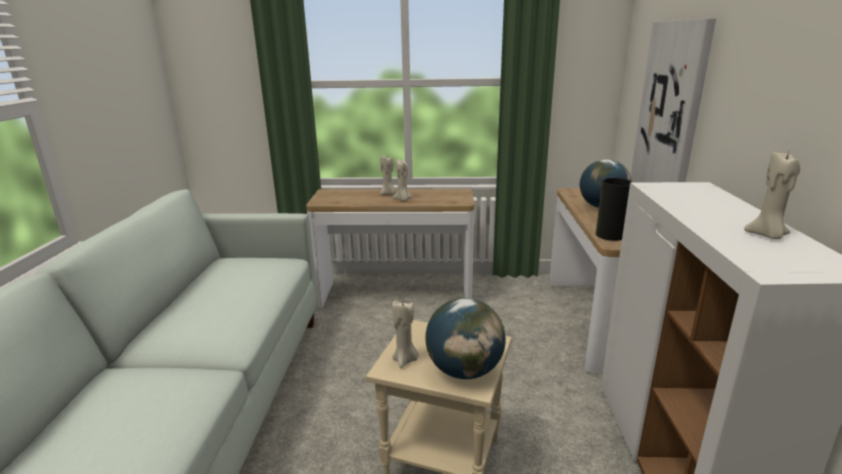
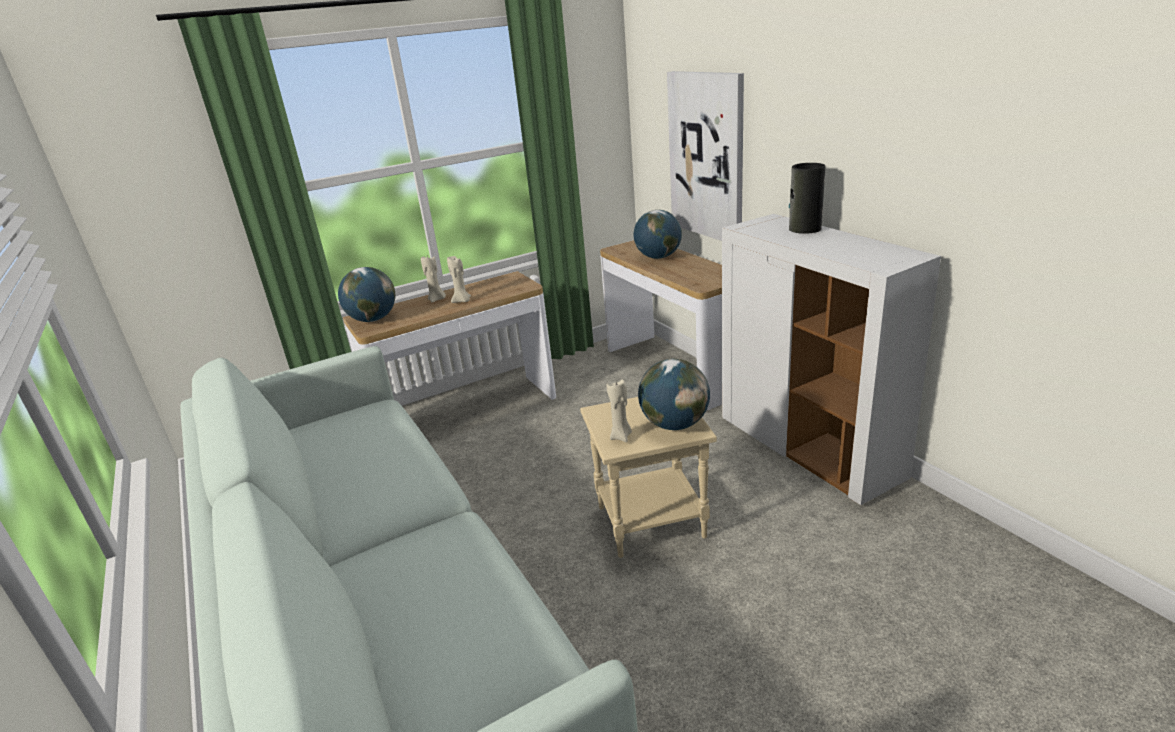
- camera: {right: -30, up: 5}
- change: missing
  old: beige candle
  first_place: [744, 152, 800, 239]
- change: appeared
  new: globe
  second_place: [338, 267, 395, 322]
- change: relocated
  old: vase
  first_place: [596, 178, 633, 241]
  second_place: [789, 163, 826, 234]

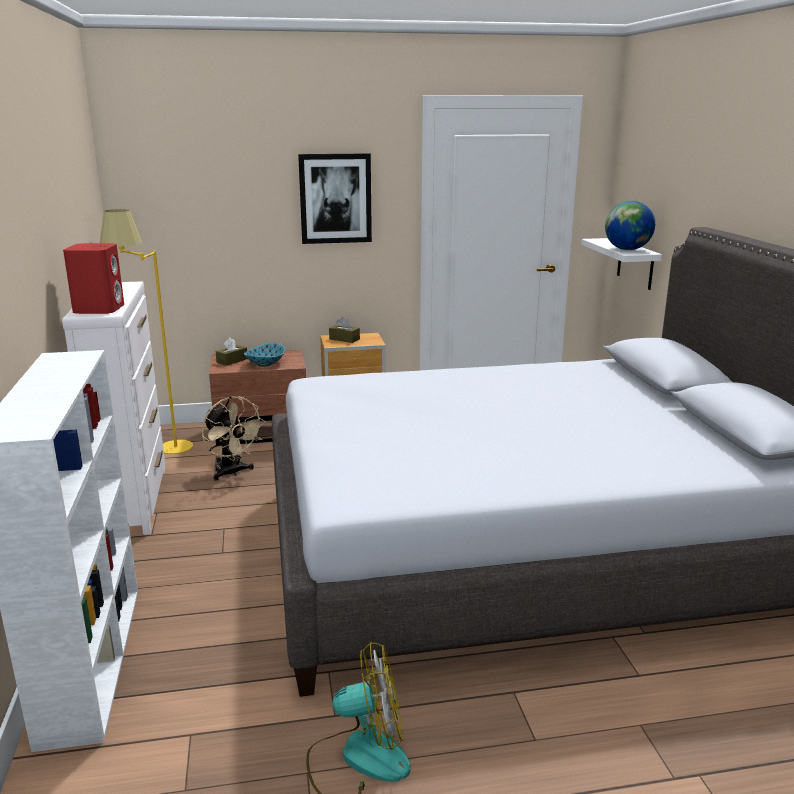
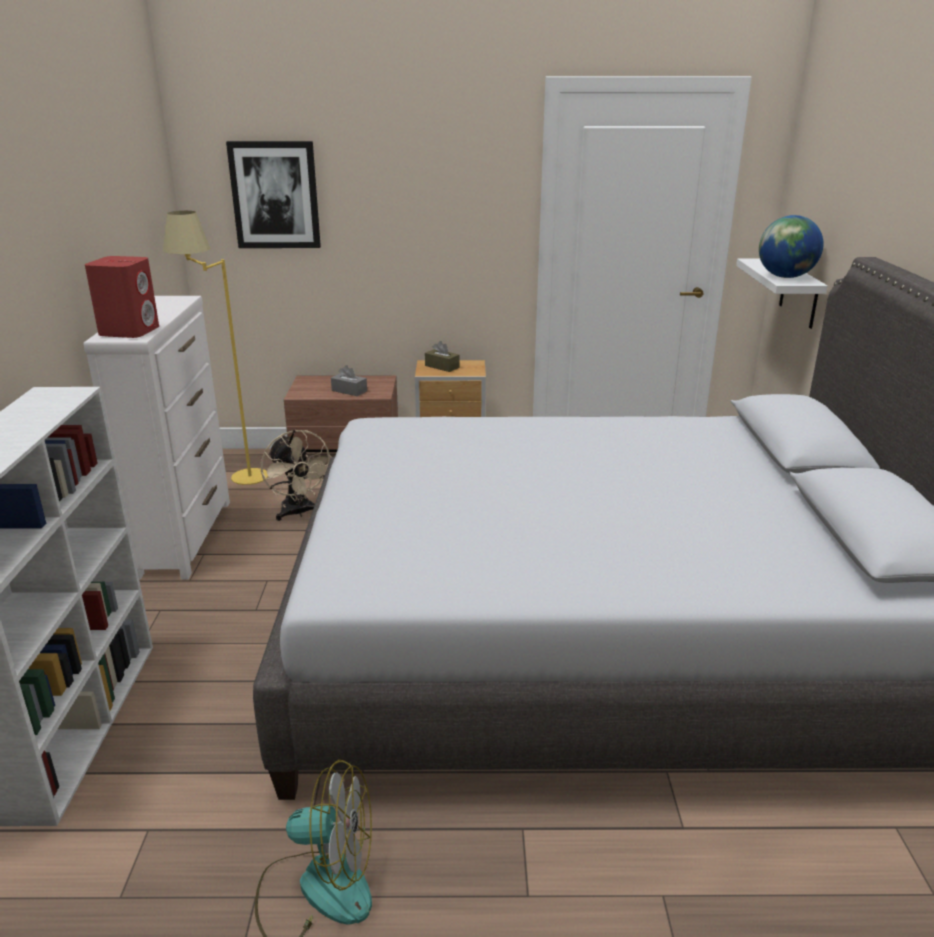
- camera: {right: 10, up: 5}
- change: missing
  old: brown tissue box
  first_place: [216, 338, 247, 366]
- change: relocated
  old: picture
  first_place: [298, 153, 372, 244]
  second_place: [226, 141, 321, 248]
- change: exchanged
  old: bowl
  new: grey tissue box
  first_place: [244, 343, 285, 367]
  second_place: [331, 365, 367, 396]

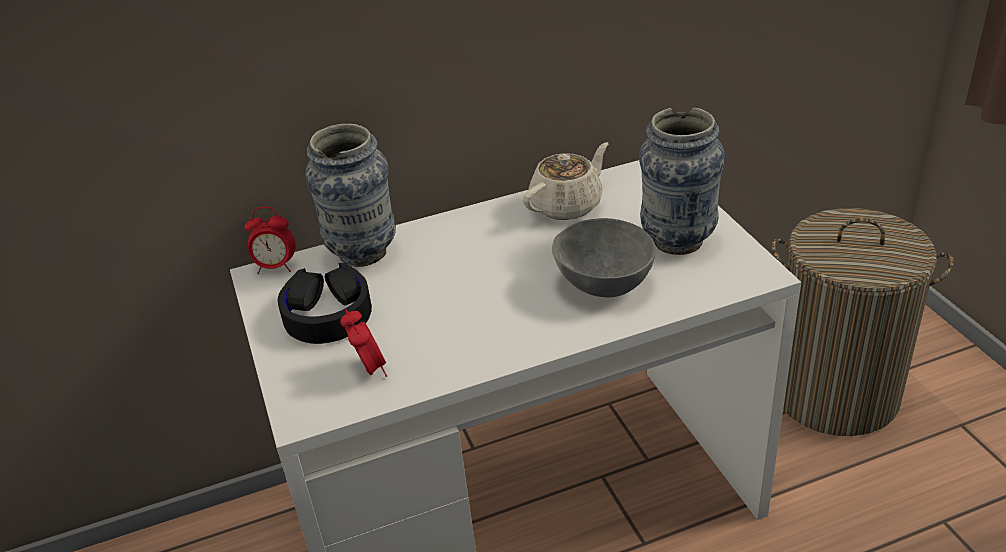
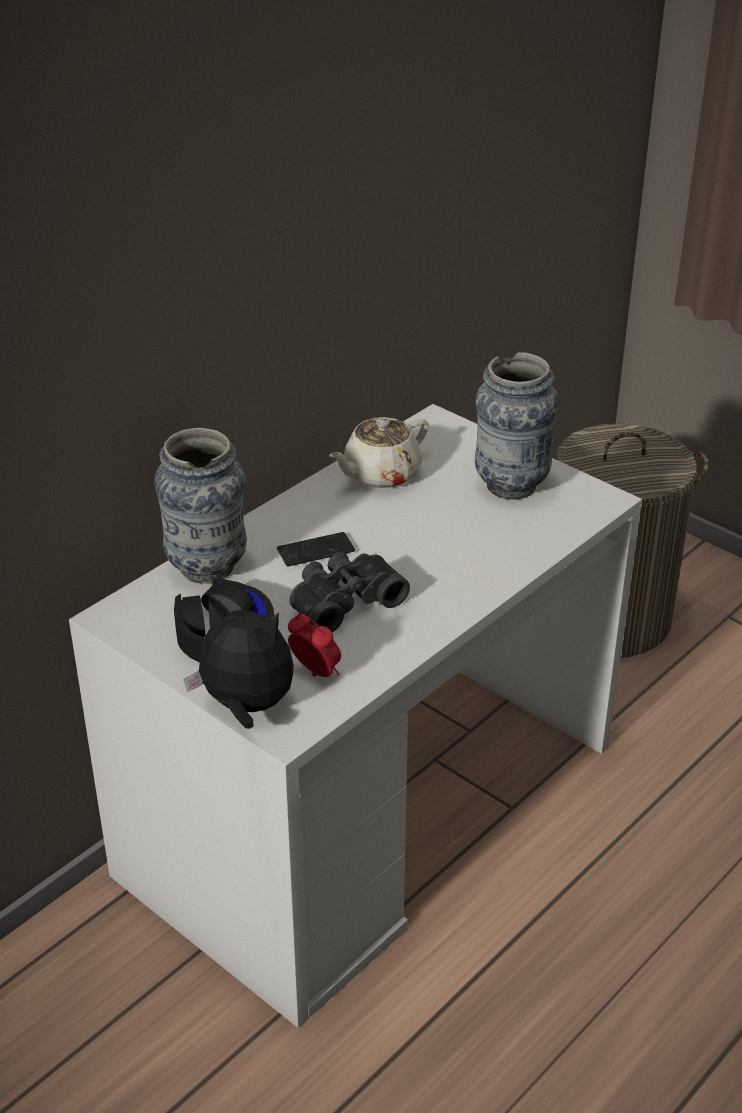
- camera: {right: -30, up: 0}
- change: missing
  old: alarm clock
  first_place: [245, 207, 296, 274]
- change: missing
  old: grey bowl
  first_place: [552, 218, 656, 297]
- change: appeared
  new: plush toy
  second_place: [184, 602, 294, 729]
- change: appeared
  new: phone
  second_place: [277, 532, 355, 567]
- change: appeared
  new: black binoculars
  second_place: [289, 552, 410, 632]
- change: spun
  old: beige teapot
  first_place: [523, 142, 608, 220]
  second_place: [329, 417, 429, 488]
  degrees: -150

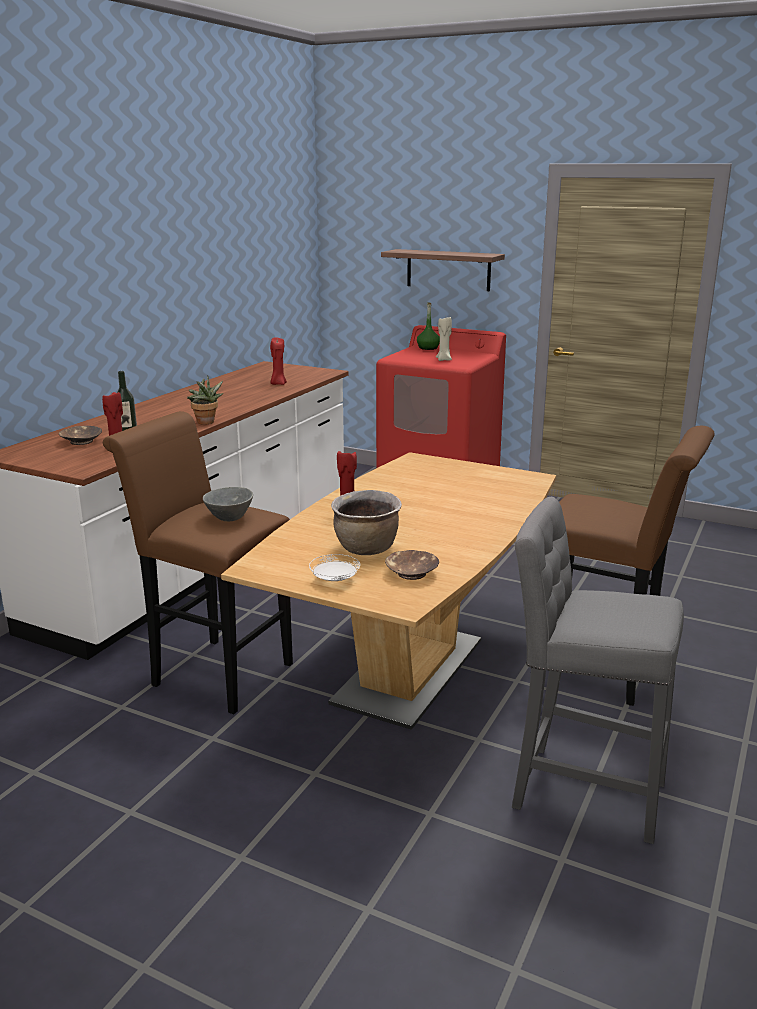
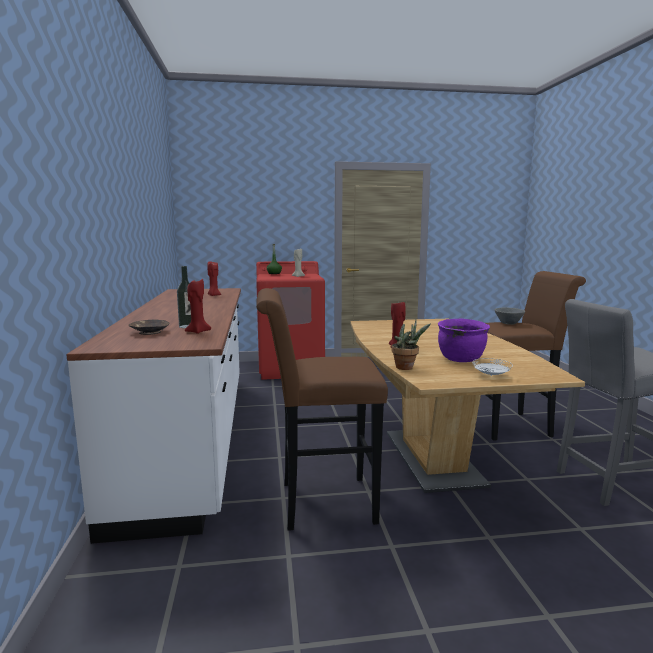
- camera: {right: -35, up: -10}
- change: missing
  old: shelf
  first_place: [381, 249, 505, 291]
- change: missing
  old: brown bowl
  first_place: [385, 550, 439, 580]
- change: relocated
  old: potted plant
  first_place: [187, 375, 223, 425]
  second_place: [391, 319, 431, 370]
- change: relocated
  old: grey bowl
  first_place: [203, 487, 253, 522]
  second_place: [495, 307, 525, 325]
- change: colour
  old: brown cooking pot
  new: purple cooking pot
  first_place: [331, 490, 402, 555]
  second_place: [438, 318, 490, 362]

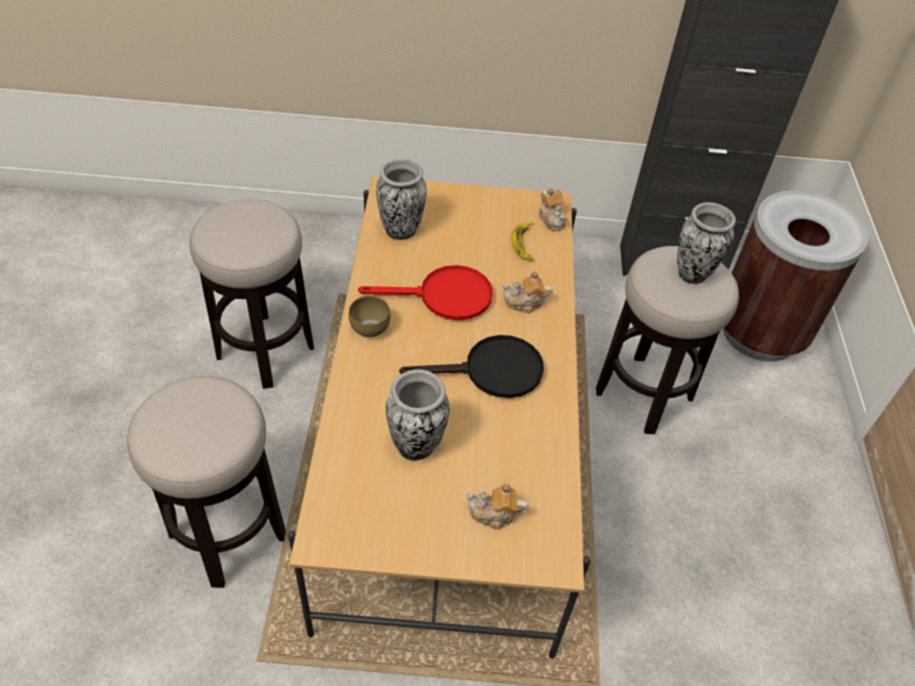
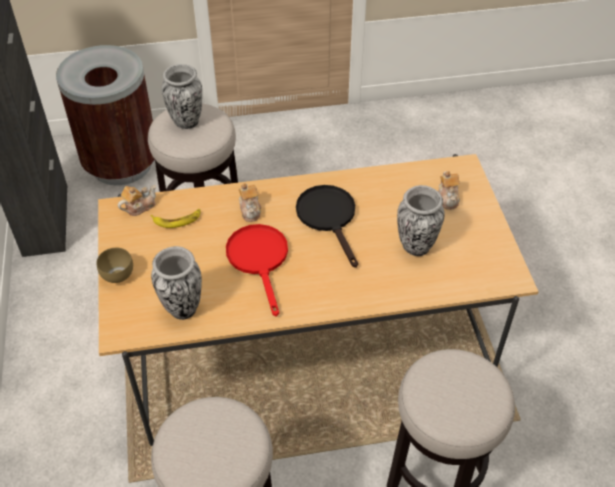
- camera: {right: -100, up: 0}
- change: relocated
  old: brown bowl
  first_place: [349, 296, 390, 337]
  second_place: [96, 248, 133, 283]

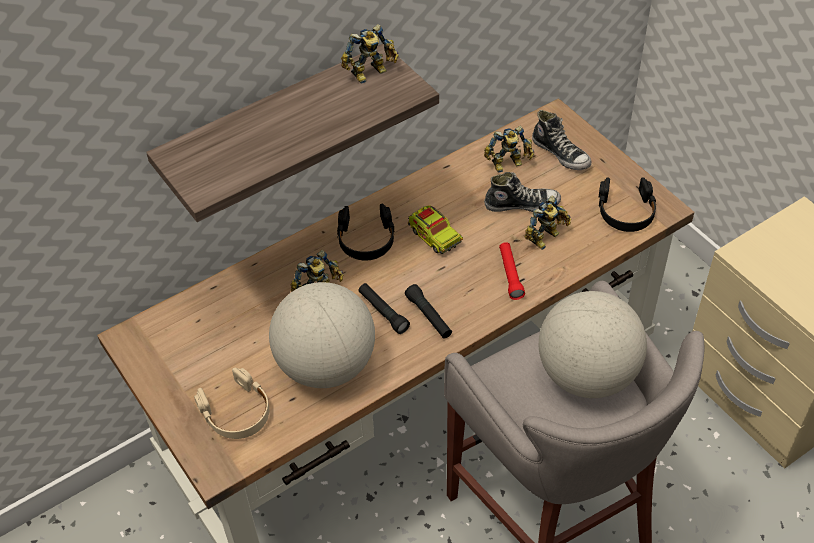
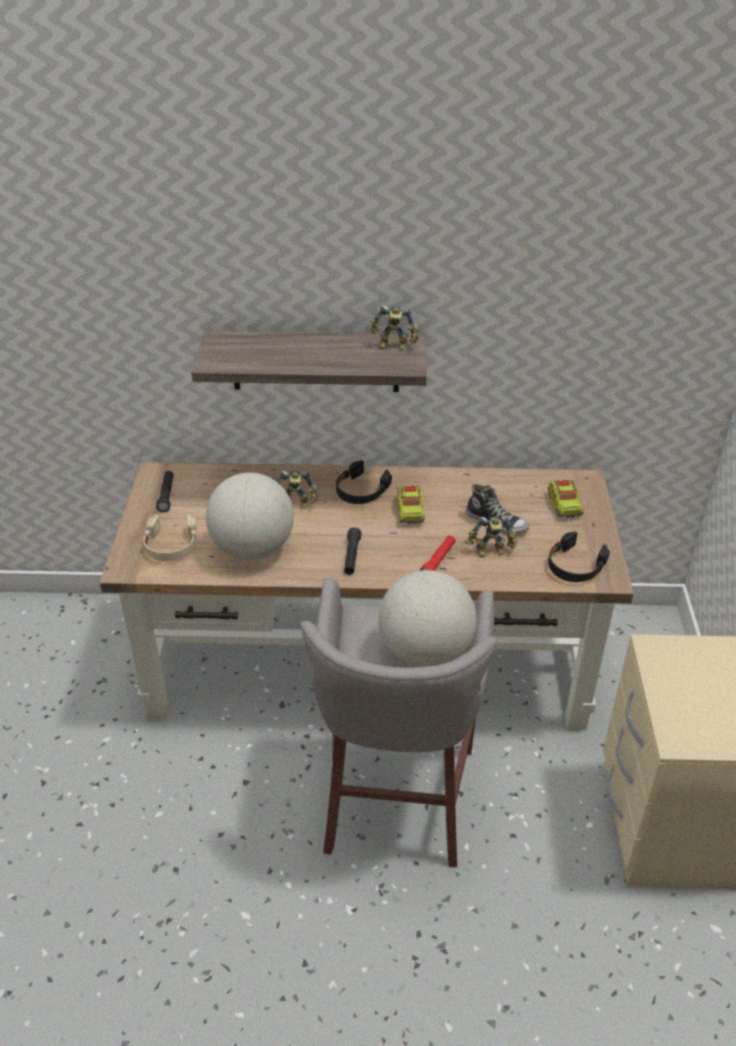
- camera: {right: 35, up: -10}
- change: missing
  old: toy robot
  first_place: [484, 126, 534, 173]
- change: relocated
  old: black flashlight
  first_place: [358, 283, 410, 334]
  second_place: [156, 471, 174, 513]
- change: exchanged
  old: shoe
  new: toy truck
  first_place: [532, 110, 591, 170]
  second_place: [548, 479, 584, 518]

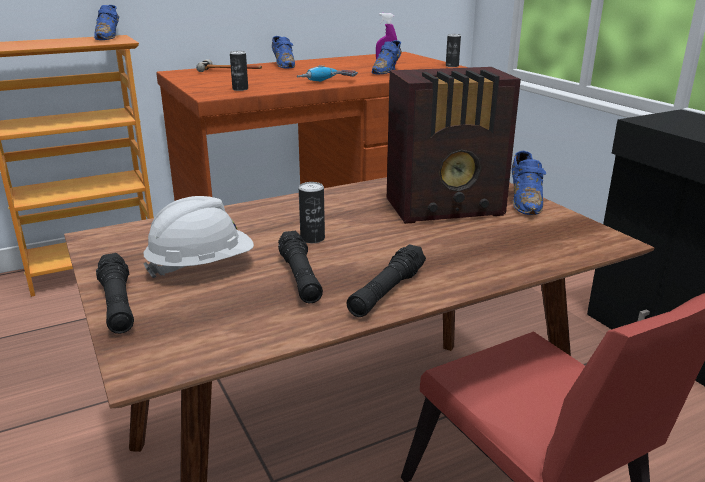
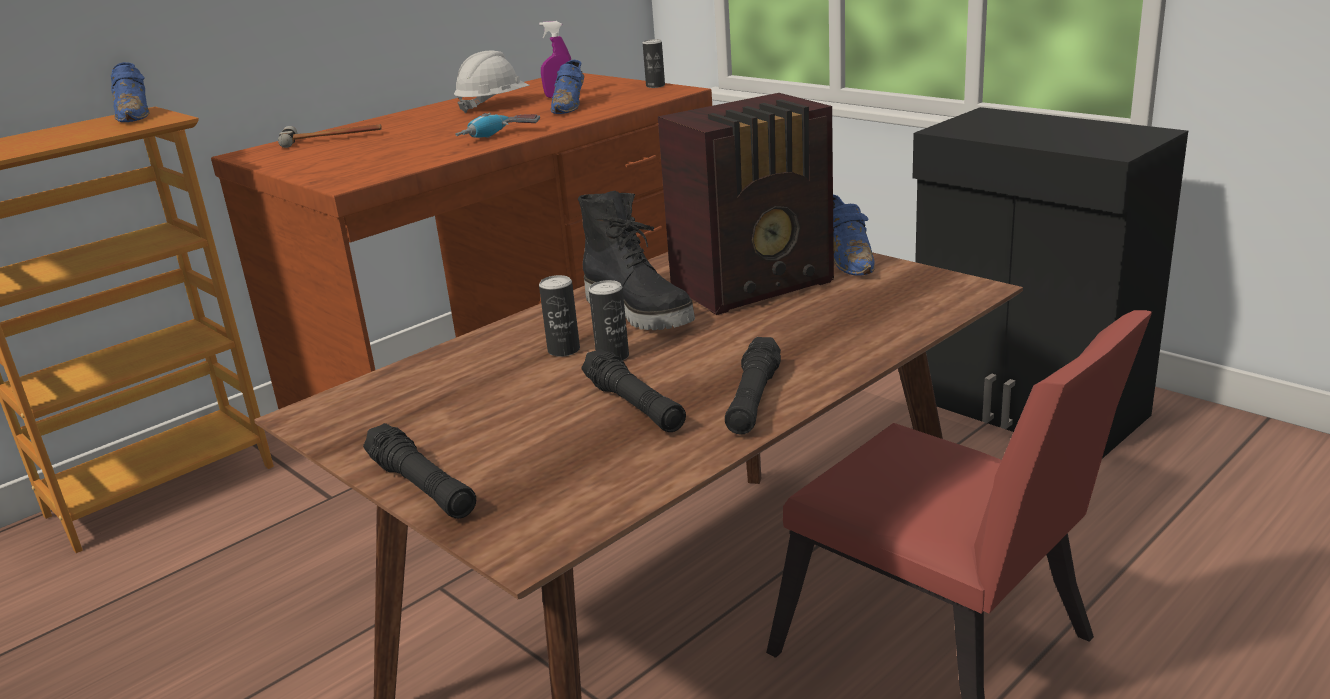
- camera: {right: -15, up: 0}
- change: missing
  old: blue shoe
  first_place: [272, 36, 295, 69]
- change: appeared
  new: black boot
  second_place: [578, 191, 695, 330]
- change: relocated
  old: white hard hat
  first_place: [143, 196, 254, 278]
  second_place: [454, 51, 529, 113]
- change: relocated
  old: can
  first_place: [230, 51, 248, 91]
  second_place: [539, 275, 580, 357]

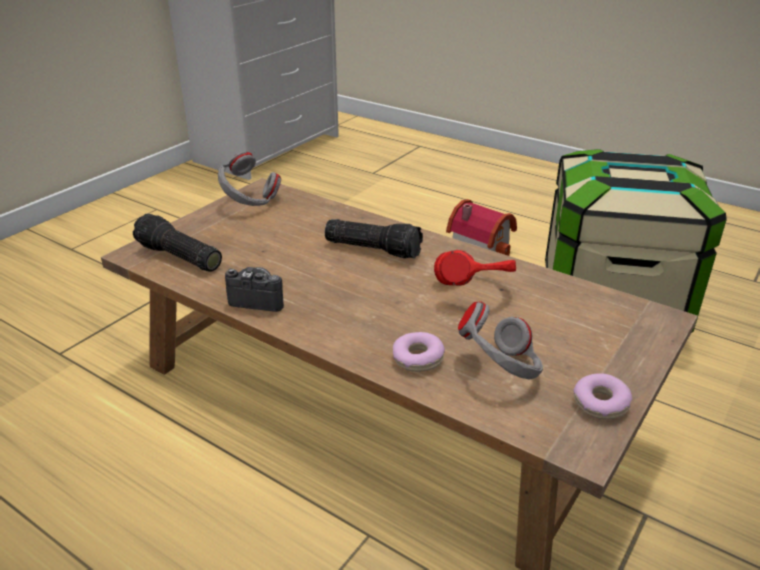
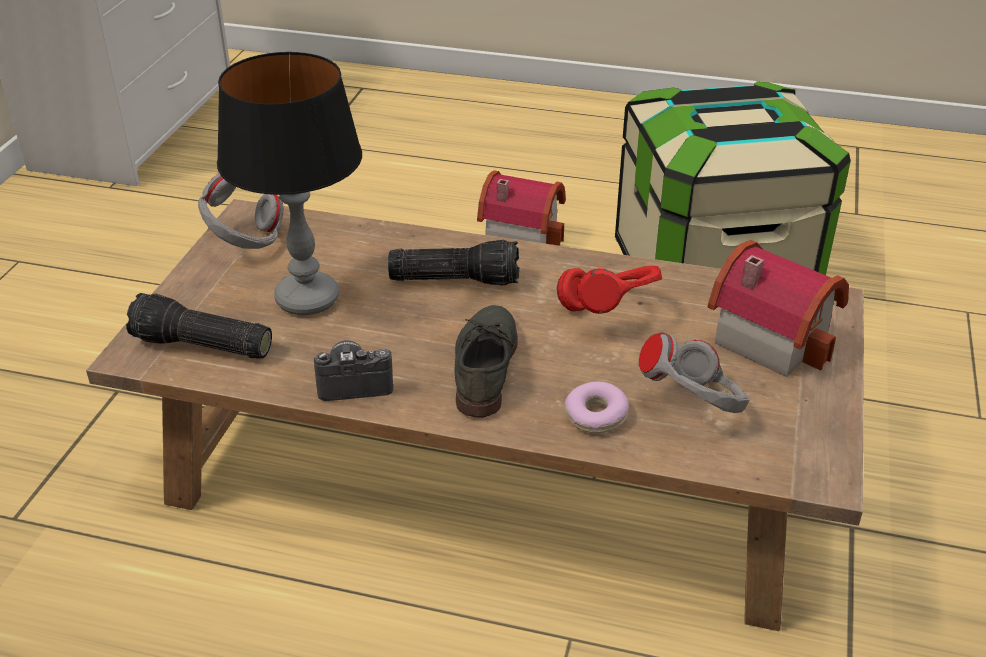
- camera: {right: -20, up: 5}
- change: missing
  old: donut
  first_place: [573, 373, 632, 419]
- change: appeared
  new: table lamp
  second_place: [217, 52, 362, 315]
- change: appeared
  new: grey shoe
  second_place: [455, 305, 518, 418]
- change: appeared
  new: toy house
  second_place: [708, 240, 849, 377]

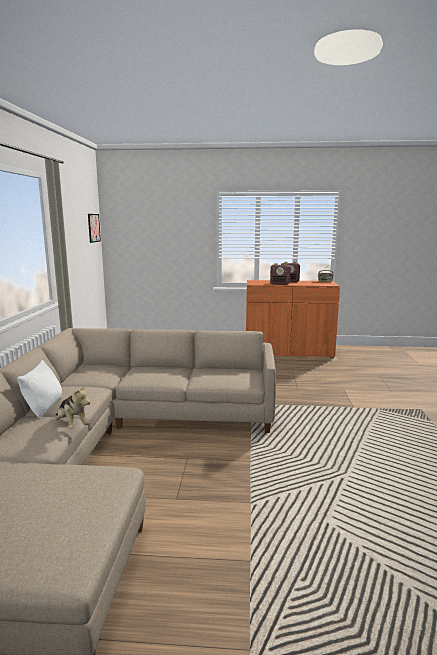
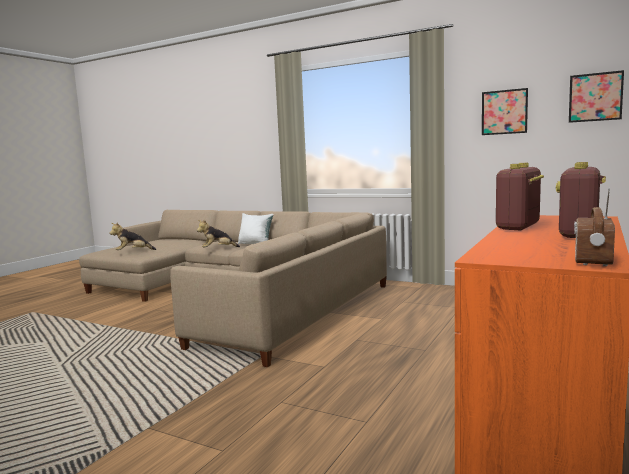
- camera: {right: 115, up: -5}
- change: appeared
  new: plush toy
  second_place: [110, 222, 156, 250]
- change: appeared
  new: picture
  second_place: [482, 88, 528, 135]

